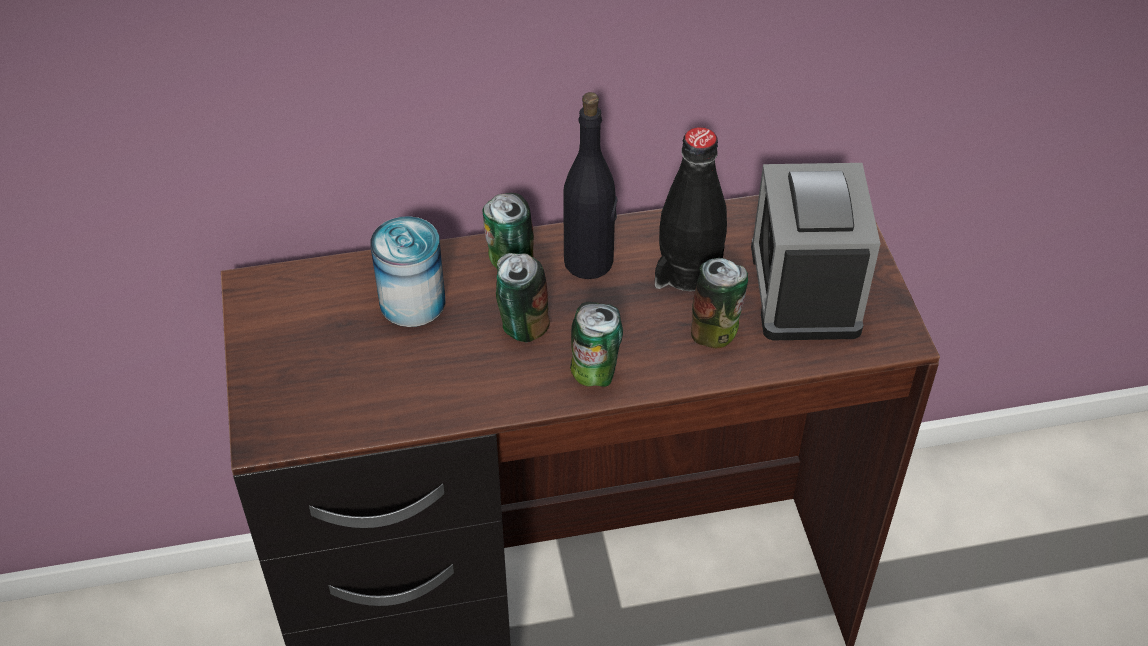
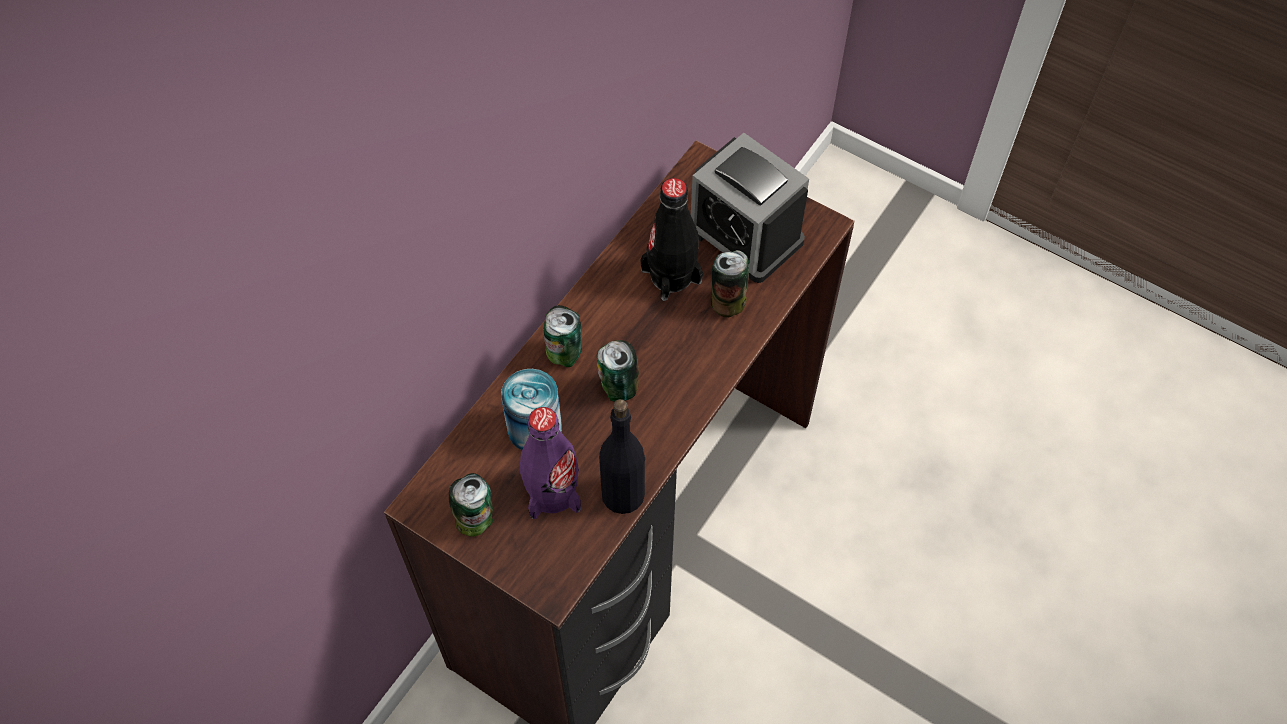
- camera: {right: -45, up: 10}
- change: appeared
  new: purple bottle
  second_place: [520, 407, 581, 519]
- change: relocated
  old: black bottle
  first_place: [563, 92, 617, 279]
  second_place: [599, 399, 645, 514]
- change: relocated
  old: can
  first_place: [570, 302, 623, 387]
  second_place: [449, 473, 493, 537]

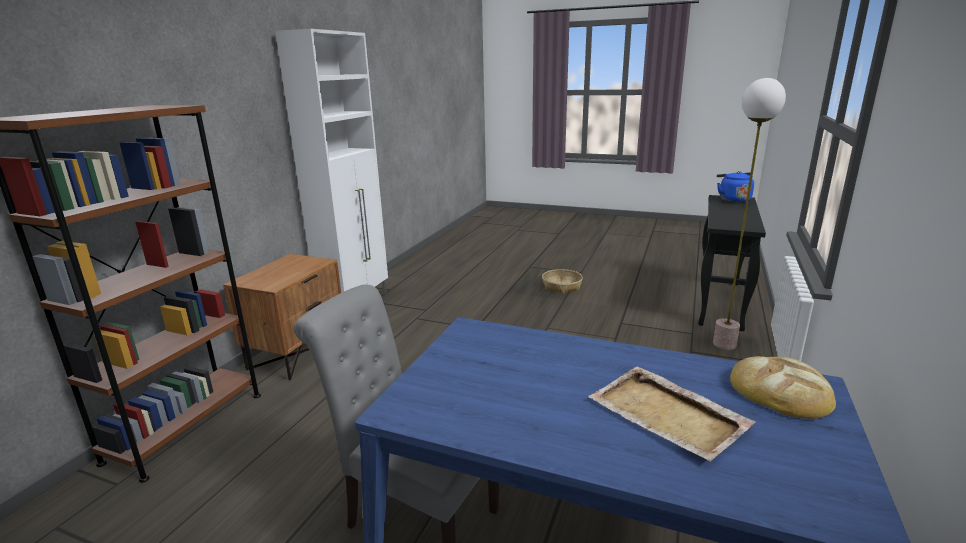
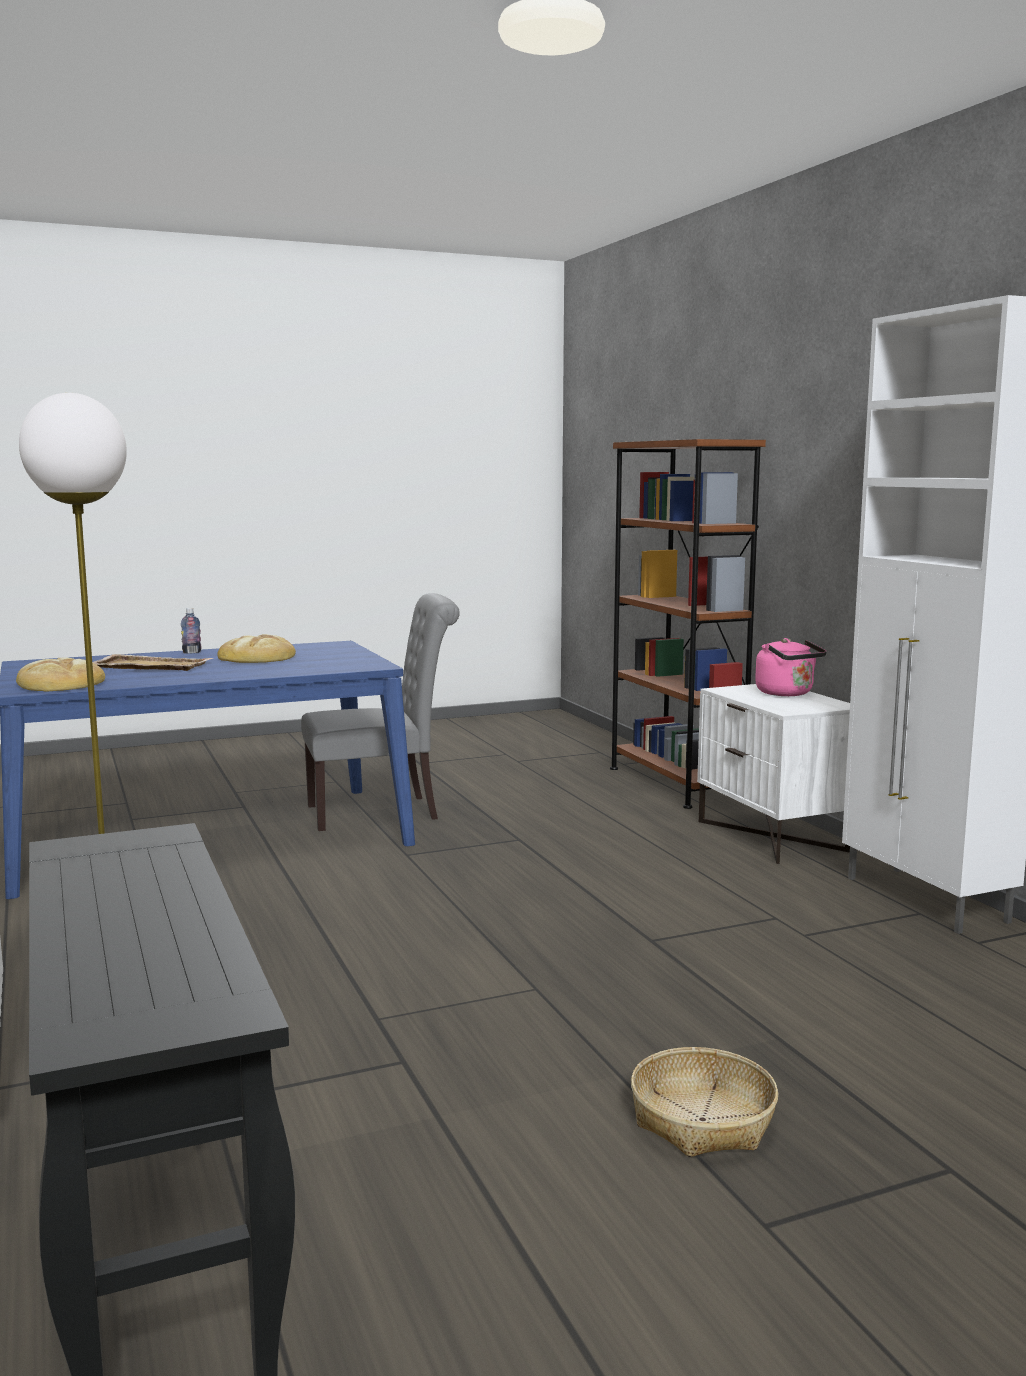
- camera: {right: 135, up: -10}
- change: missing
  old: blue kettle
  first_place: [717, 171, 754, 203]
- change: appeared
  new: bottle
  second_place: [181, 608, 202, 654]
- change: appeared
  new: bread
  second_place: [217, 634, 296, 663]
- change: appeared
  new: pink kettle
  second_place: [755, 638, 827, 696]
- change: colour
  old: brown nightstand
  new: white nightstand
  first_place: [223, 254, 341, 380]
  second_place: [697, 684, 850, 864]

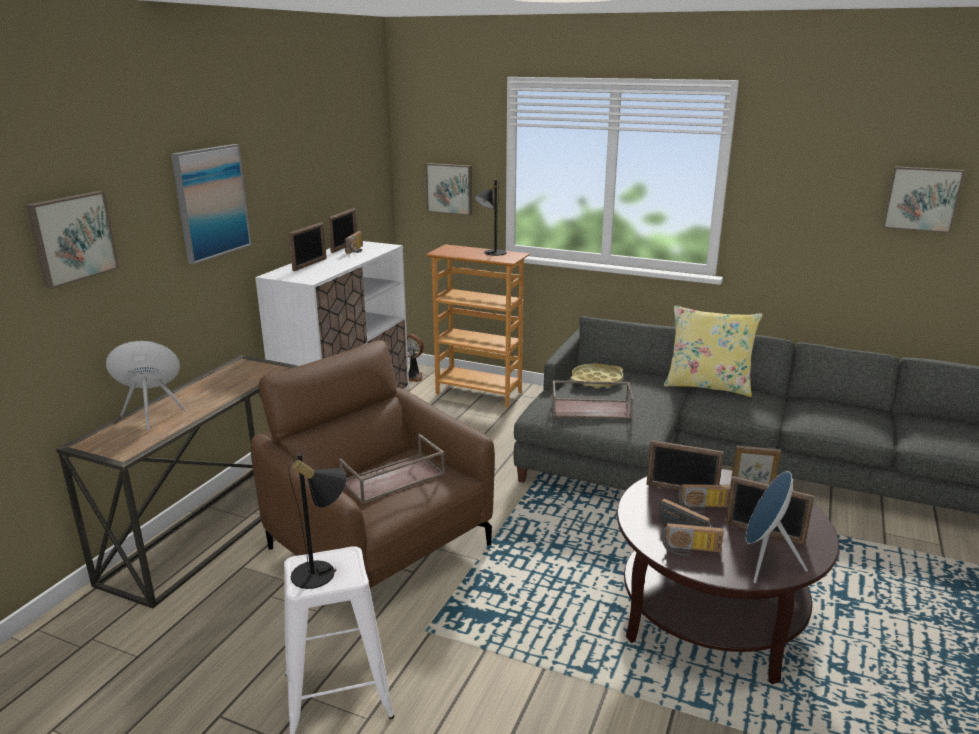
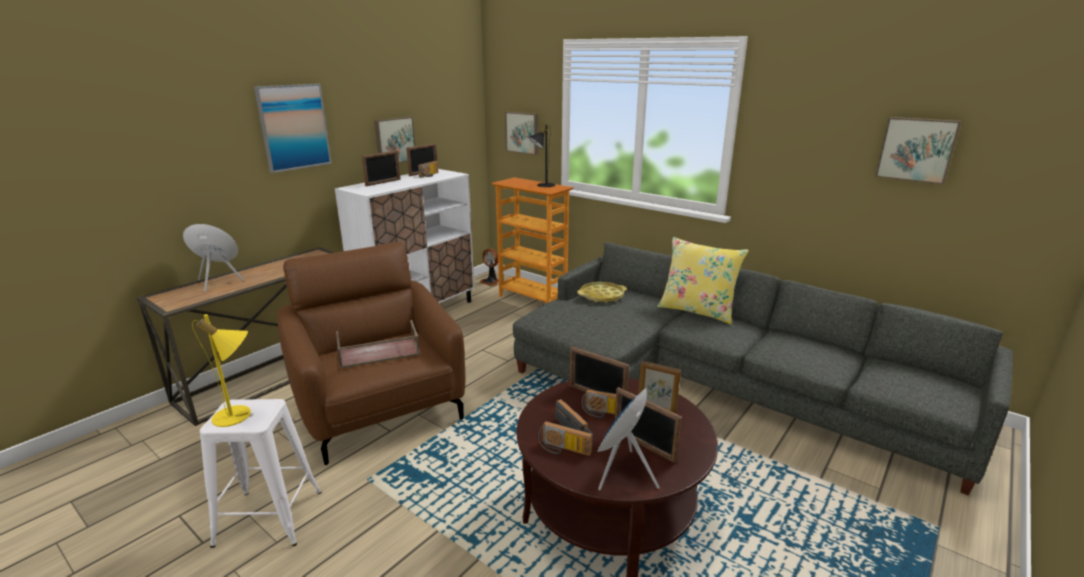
- camera: {right: 15, up: 0}
- change: missing
  old: brown tray
  first_place: [552, 380, 634, 419]
- change: relocated
  old: picture
  first_place: [26, 191, 119, 288]
  second_place: [374, 117, 415, 163]
- change: colour
  old: black table lamp
  new: yellow table lamp
  first_place: [288, 454, 347, 589]
  second_place: [192, 314, 251, 427]

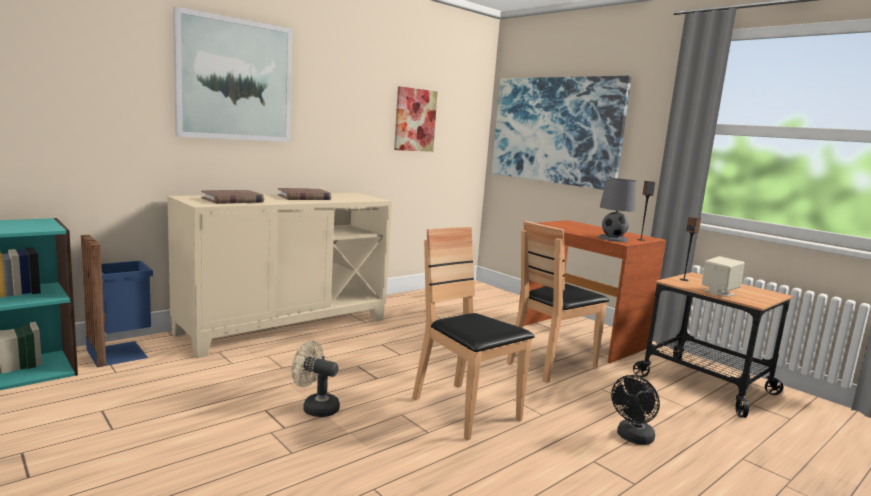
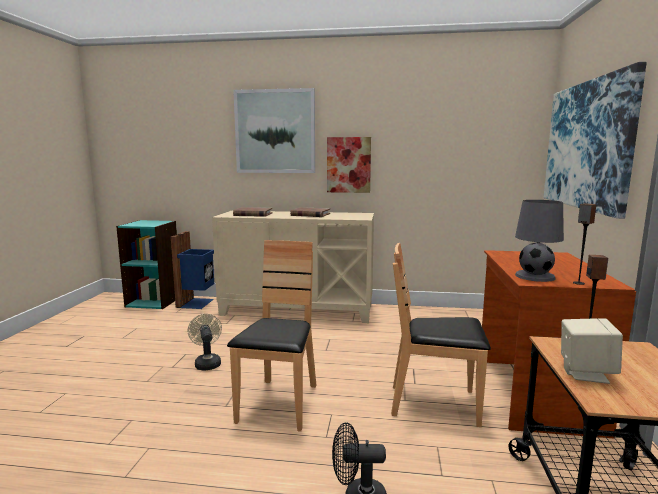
- camera: {right: 50, up: 0}
- change: relocated
  old: picture
  first_place: [394, 86, 437, 152]
  second_place: [327, 137, 371, 193]

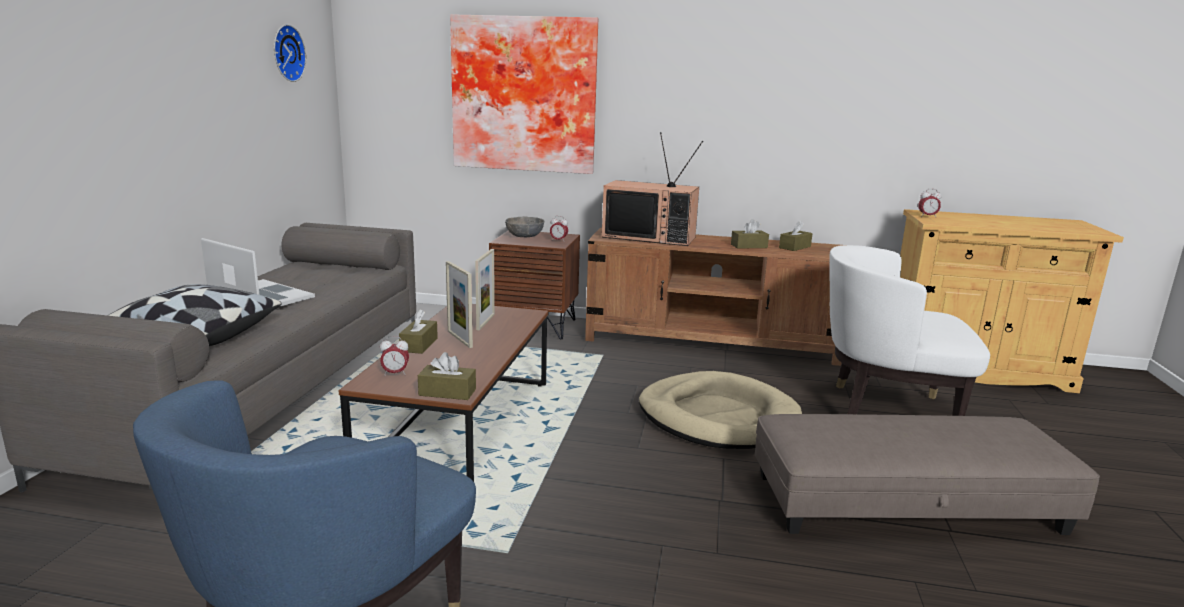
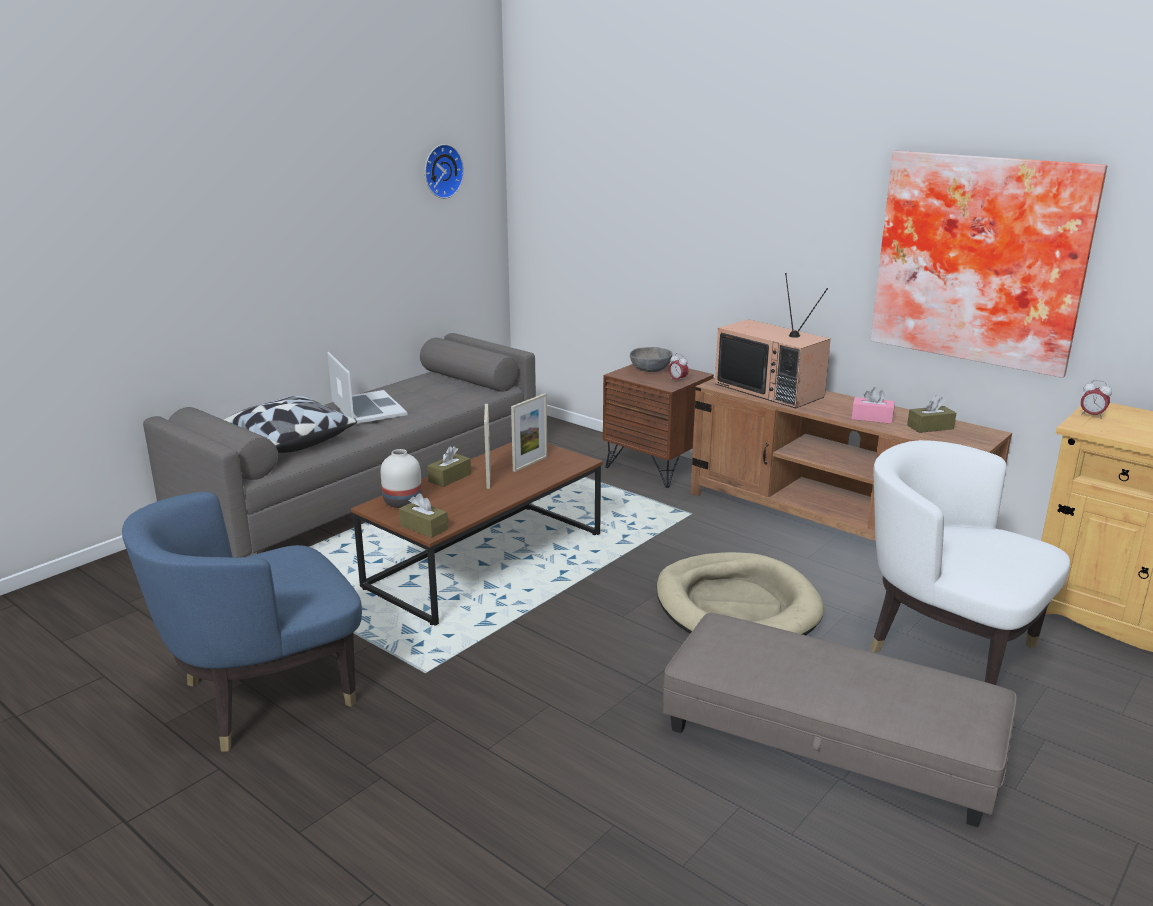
- camera: {right: 30, up: 5}
- change: relocated
  old: picture
  first_place: [450, 14, 598, 174]
  second_place: [870, 151, 1107, 378]
- change: exchanged
  old: alarm clock
  new: white vase
  first_place: [380, 336, 409, 376]
  second_place: [381, 449, 422, 508]
- change: colour
  old: brown tissue box
  new: pink tissue box
  first_place: [731, 219, 769, 249]
  second_place: [851, 387, 895, 424]

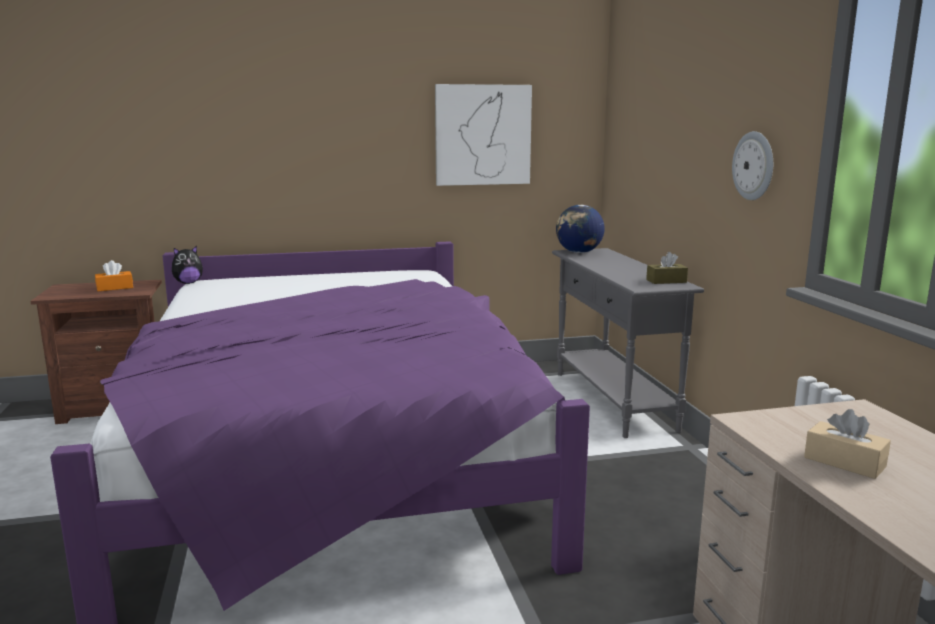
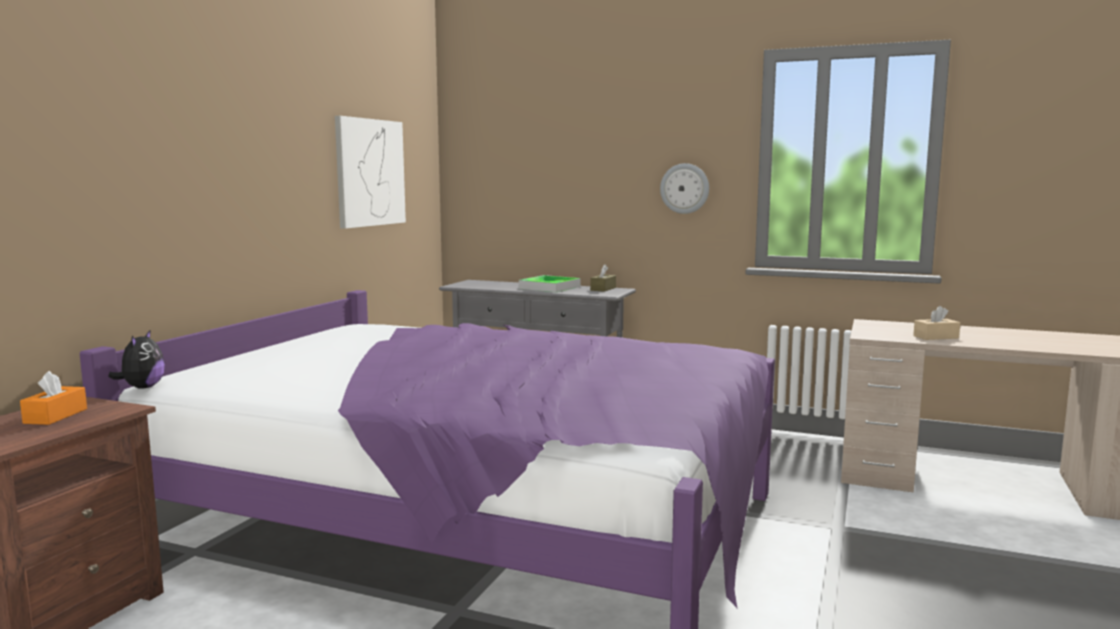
- camera: {right: -55, up: -5}
- change: missing
  old: globe
  first_place: [556, 205, 605, 253]
- change: appeared
  new: tray
  second_place: [519, 275, 580, 292]

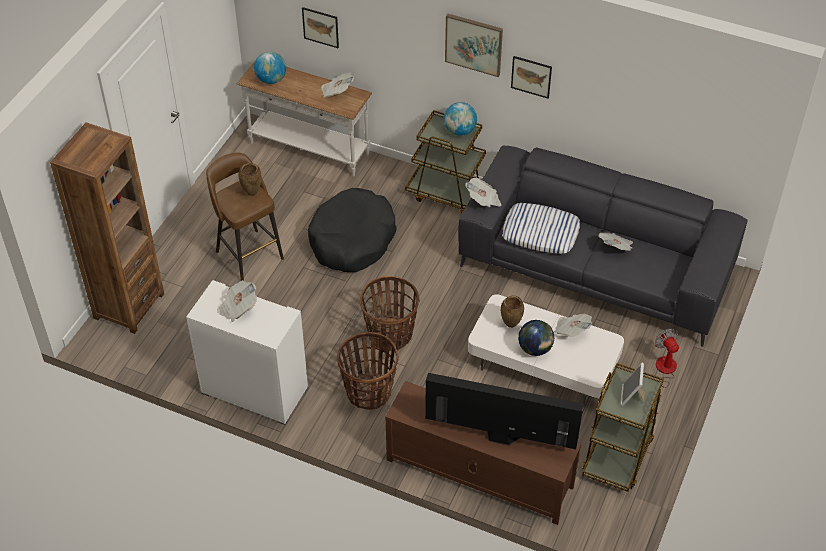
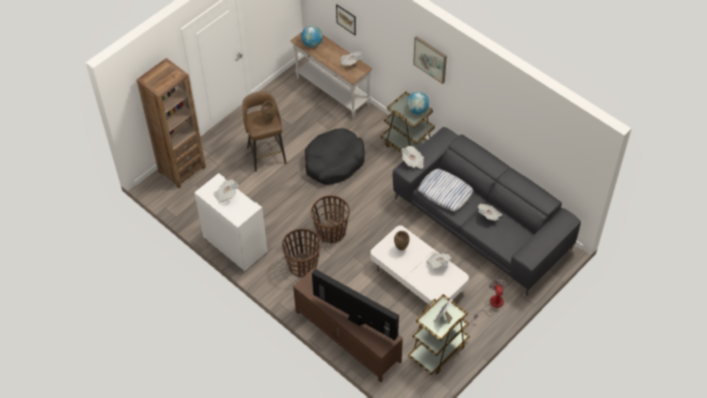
- camera: {right: 20, up: 5}
- change: missing
  old: picture
  first_place: [511, 56, 552, 99]
- change: missing
  old: globe
  first_place: [518, 320, 554, 356]

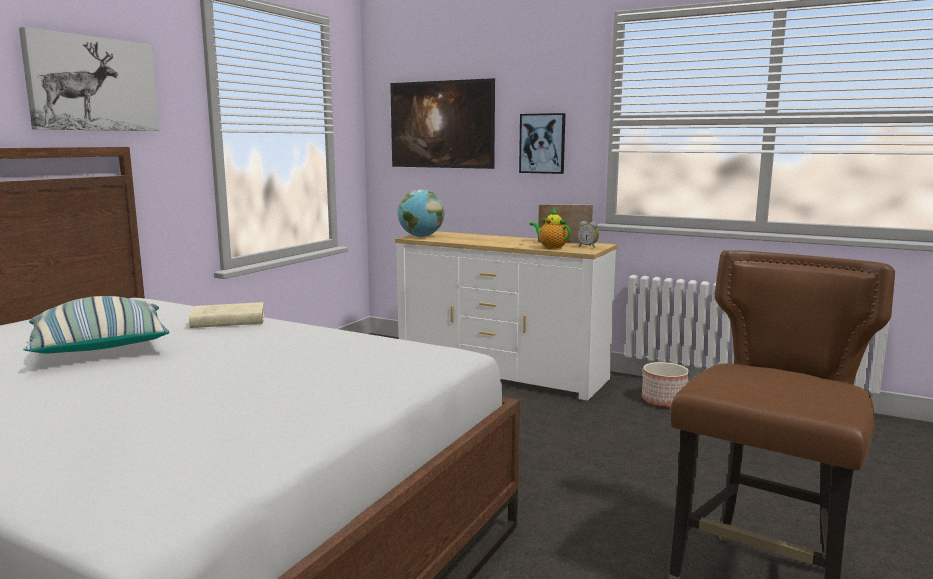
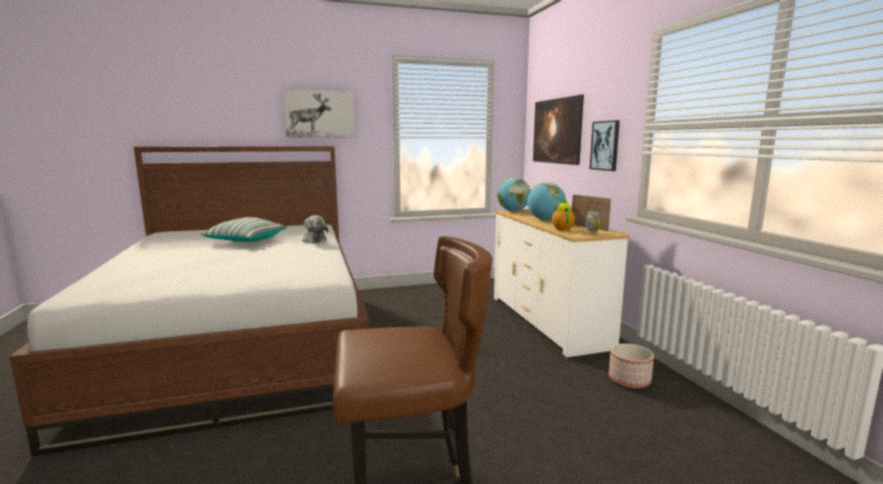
- camera: {right: 45, up: 0}
- change: appeared
  new: globe
  second_place: [527, 183, 566, 221]
- change: exchanged
  old: beige book
  new: plush toy
  first_place: [189, 302, 264, 328]
  second_place: [302, 215, 328, 243]

